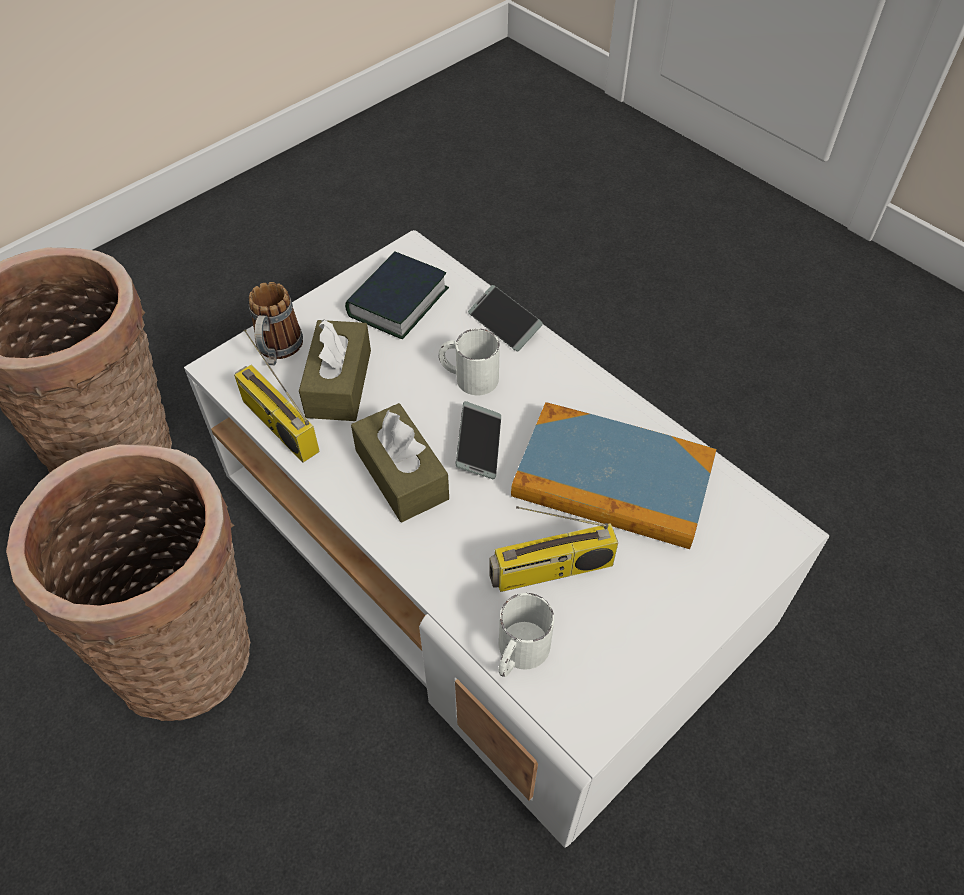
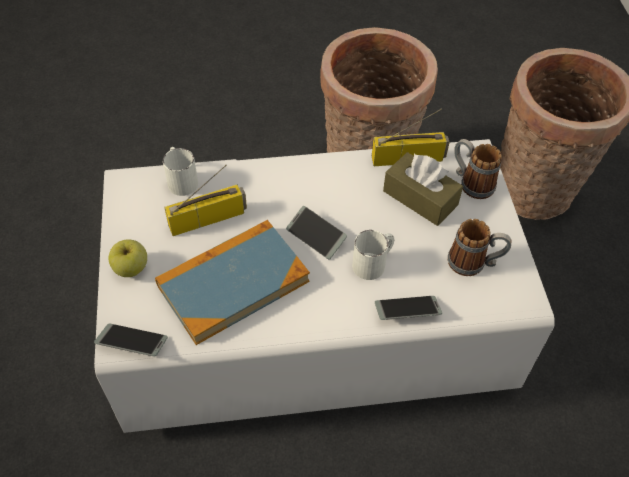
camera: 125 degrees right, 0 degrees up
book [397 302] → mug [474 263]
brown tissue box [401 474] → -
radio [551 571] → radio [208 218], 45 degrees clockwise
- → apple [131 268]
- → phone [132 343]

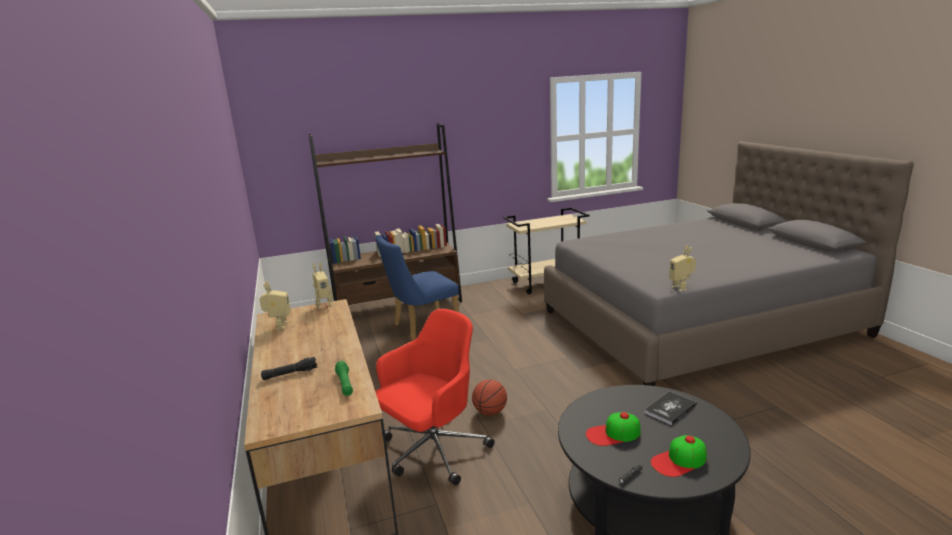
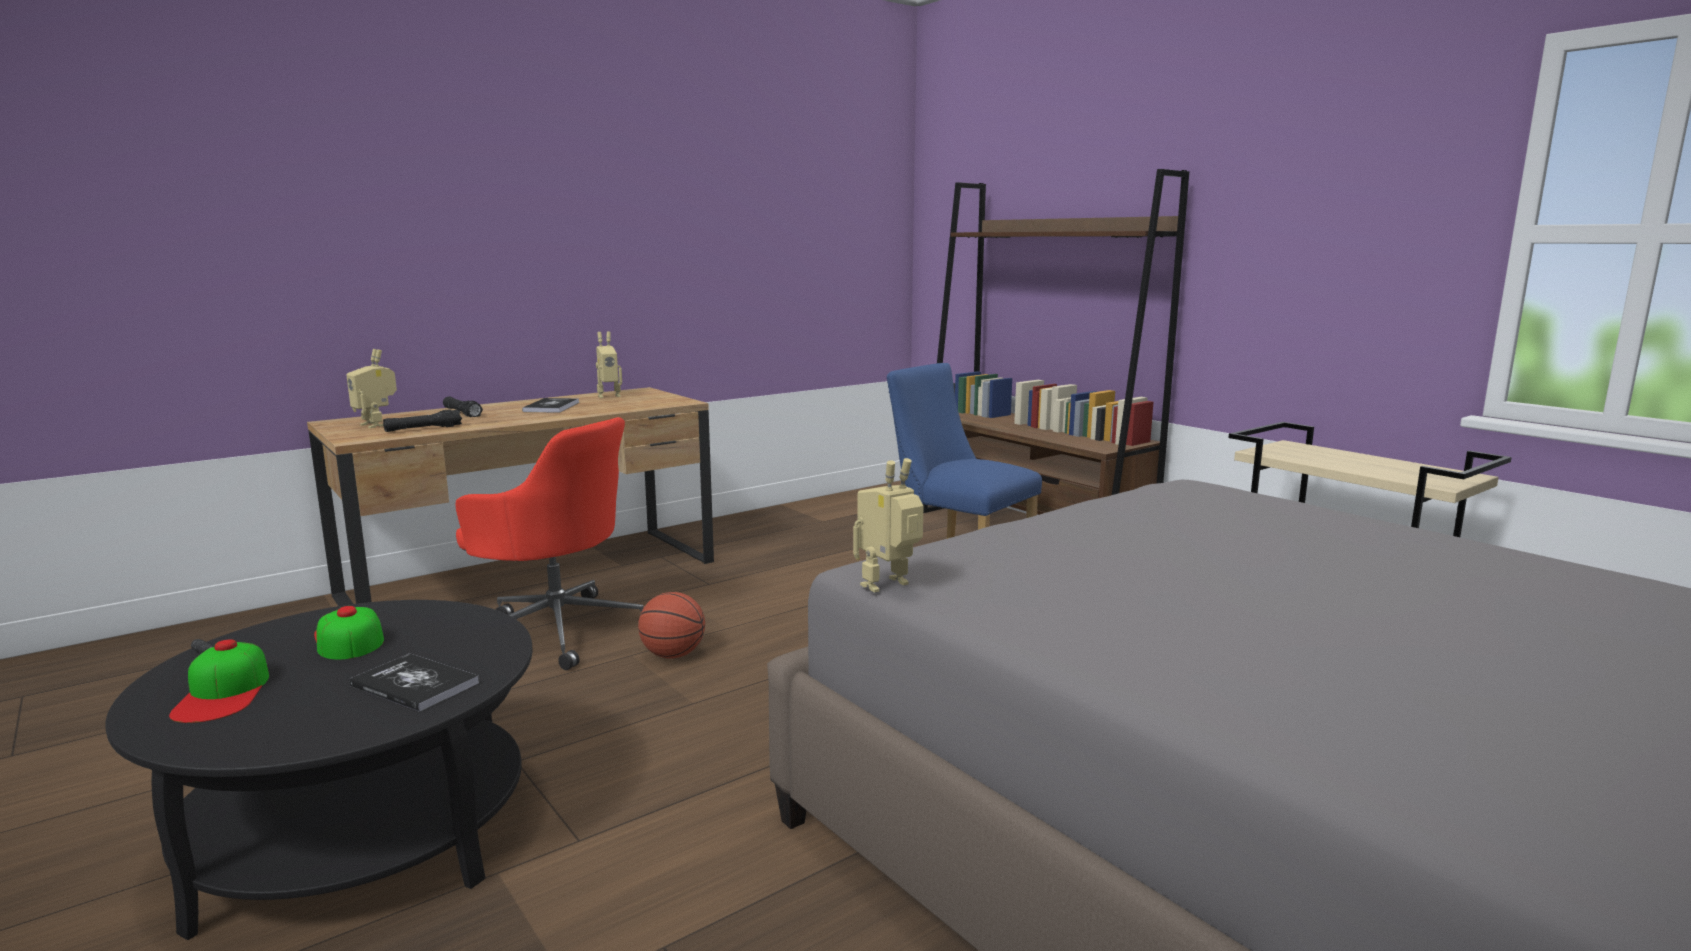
camera: 70 degrees right, 5 degrees down
toy robot [324 304] → toy robot [377 424], relocated
green flashlight [345 383] → black flashlight [423 429]
cap [679 460] → cap [223 693], 150 degrees counterclockwise
- → book [551 407]

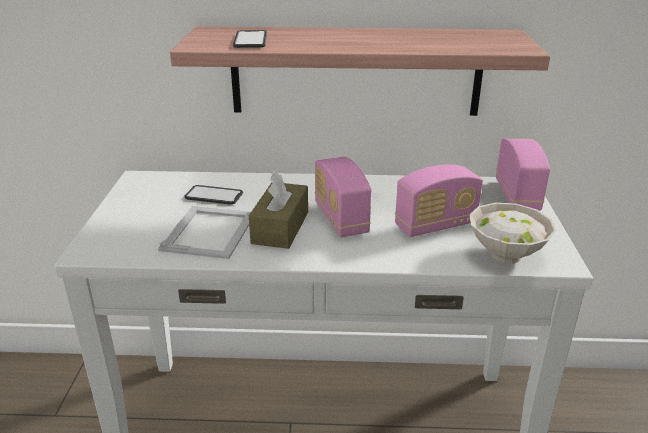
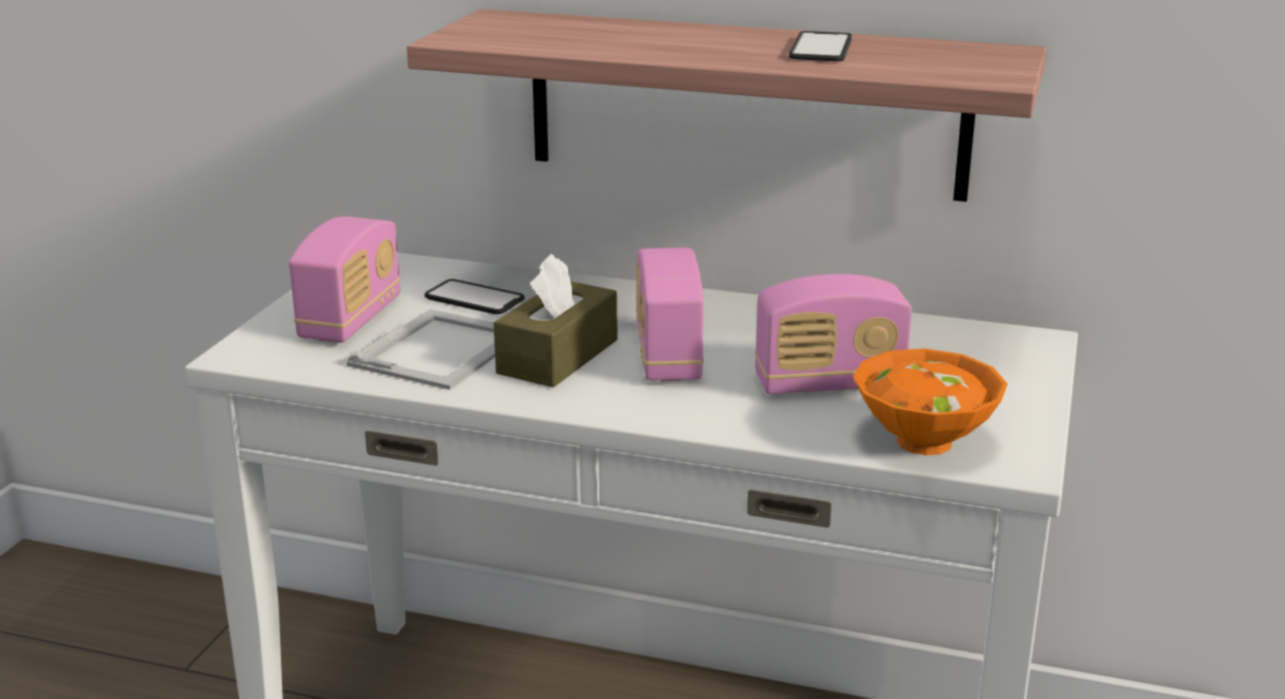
camera: 15 degrees right, 5 degrees down
phone [250 40] → phone [820 49], relocated
radio [517 196] → radio [351 320], relocated
white bowl [505 254] → orange bowl [925 440]

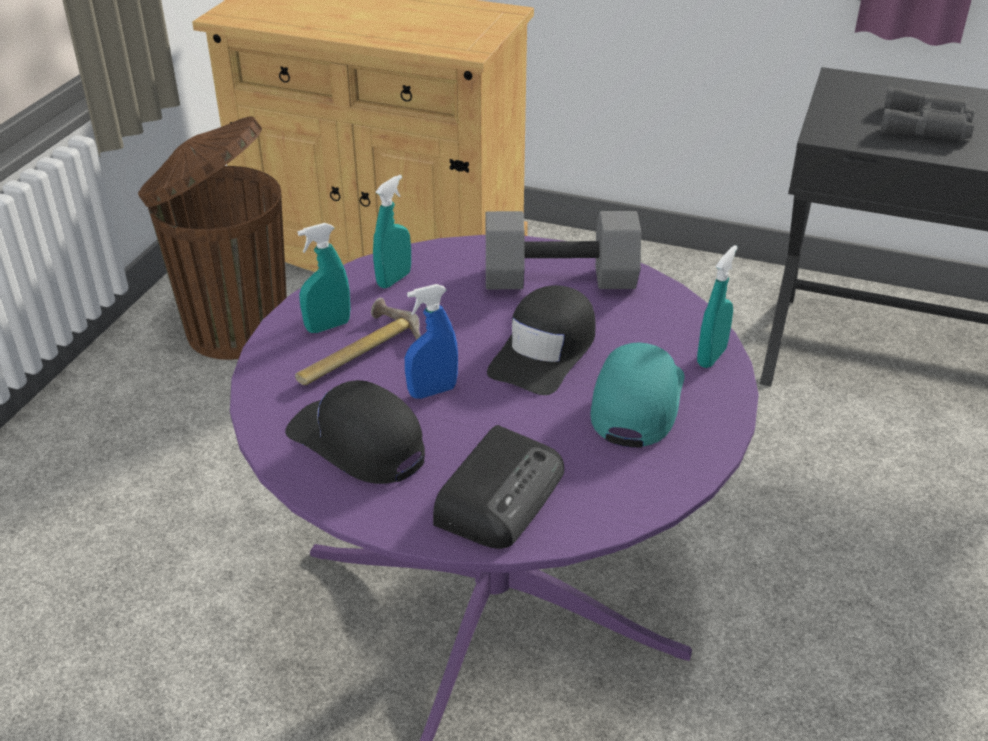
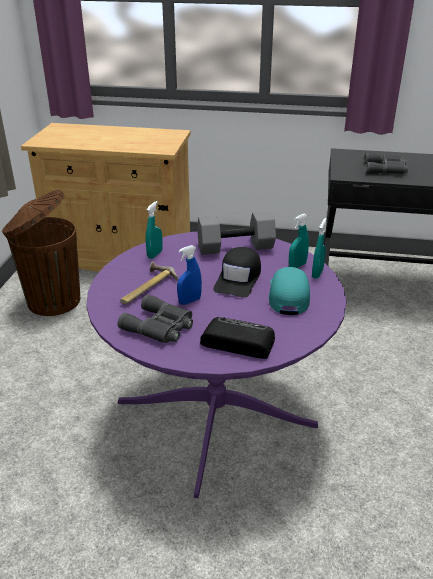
camera: 10 degrees left, 5 degrees down
turquoise spray bottle [328 326] → turquoise spray bottle [297 266], relocated
black cap [357 442] → grey binoculars [160 327]
radio [500 494] → radio [237 342], 90 degrees counterclockwise

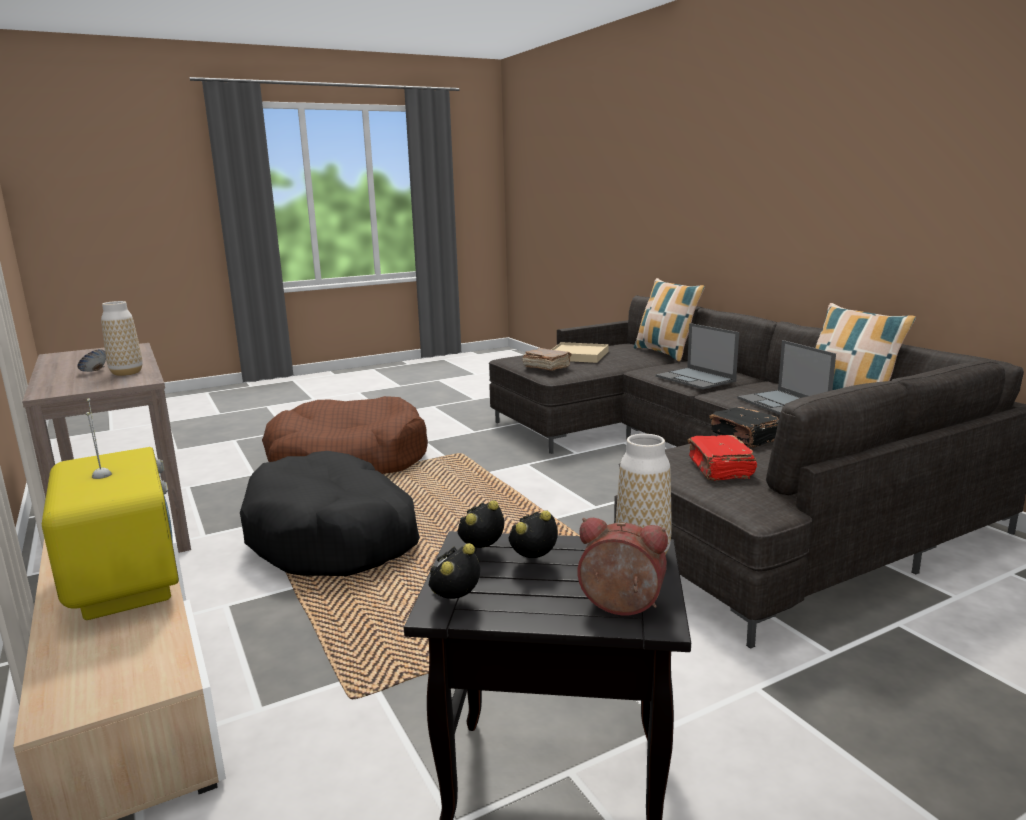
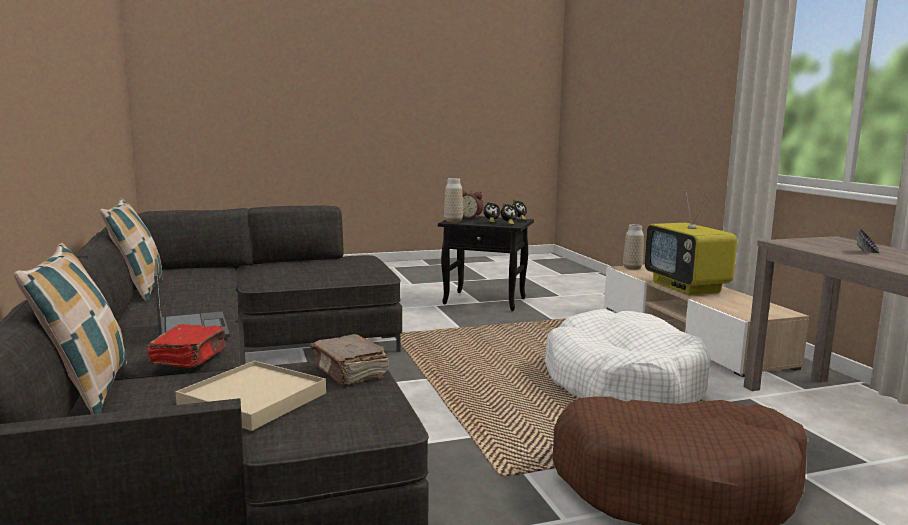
camera: 170 degrees left, 5 degrees down
vase [127 373] → vase [632 268], relocated
laptop [783 404] → -
black book [744 437] → -
red book [720 469] → red book [190 358], relocated
black dog bed [334 537] → white dog bed [622 384]

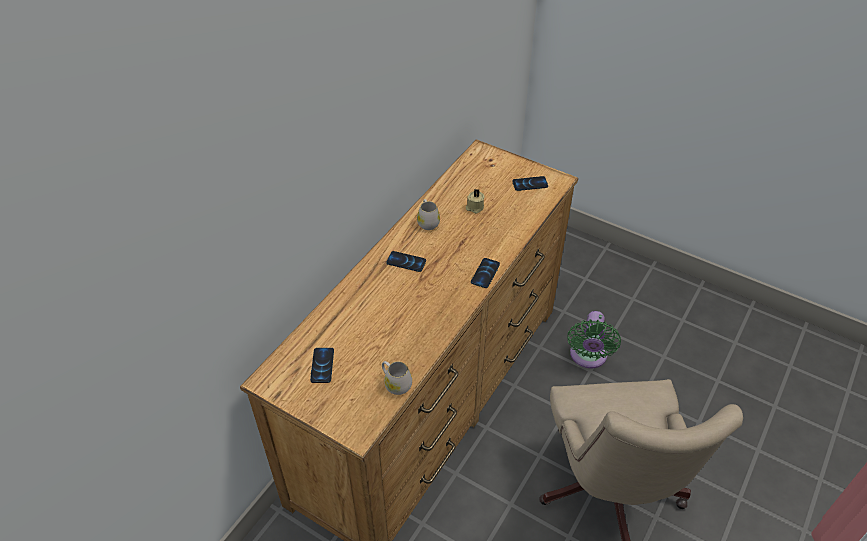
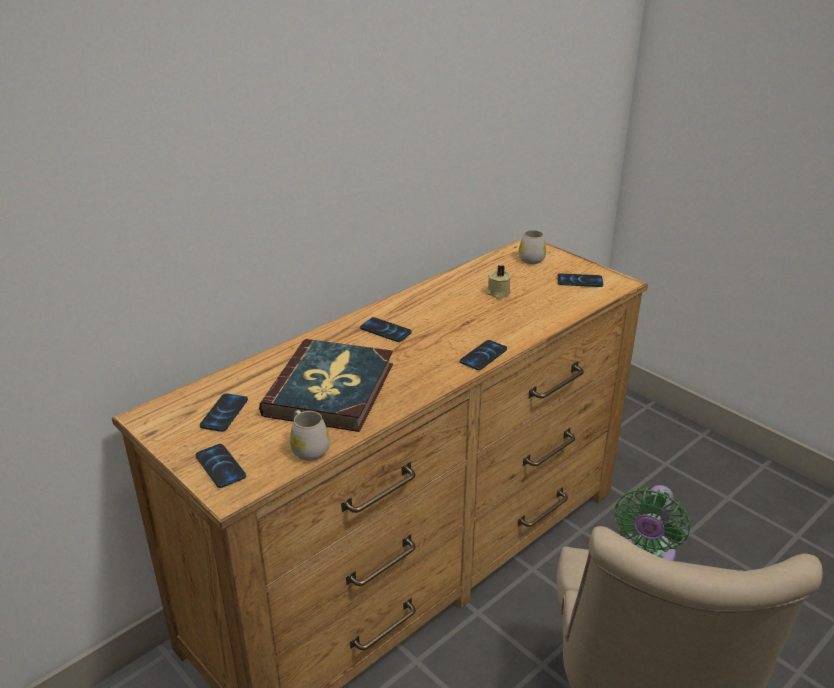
camera: 15 degrees right, 15 degrees down
white mug [427 222] → white mug [531 258], relocated
- → book [331 389]
- → phone [220 466]

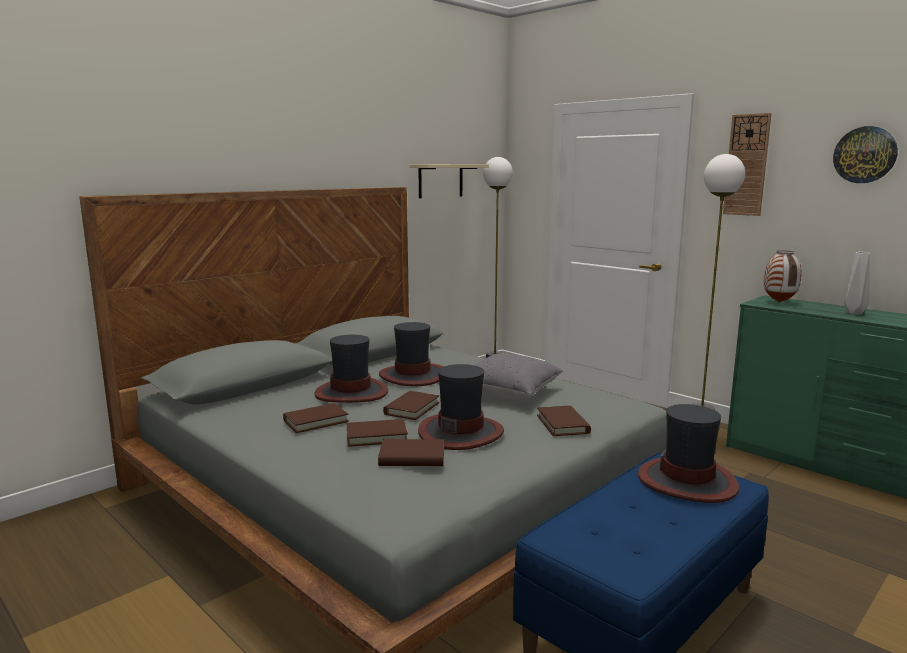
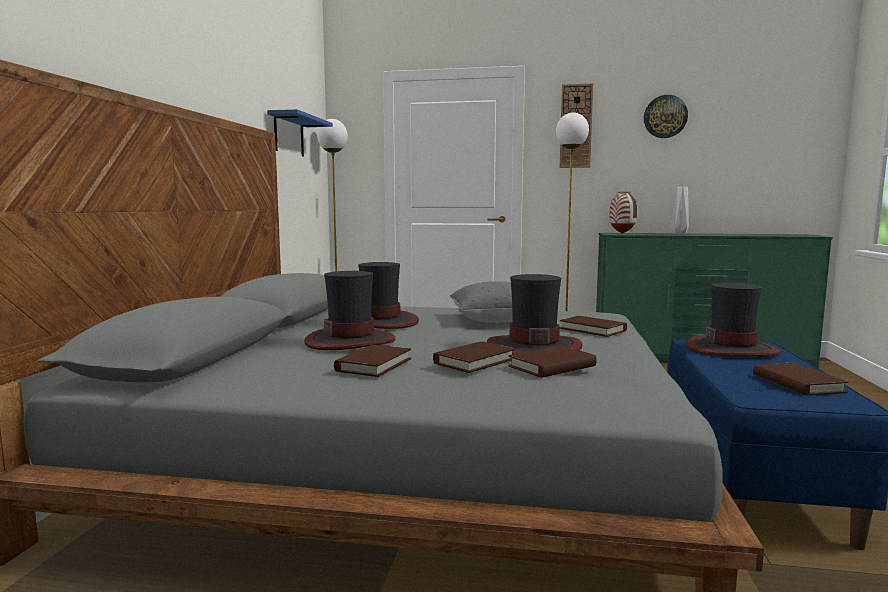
camera: 35 degrees left, 5 degrees down
beige shelf [440 180] → blue shelf [289 135]
brown book [411 408] → brown book [797 383], relocated

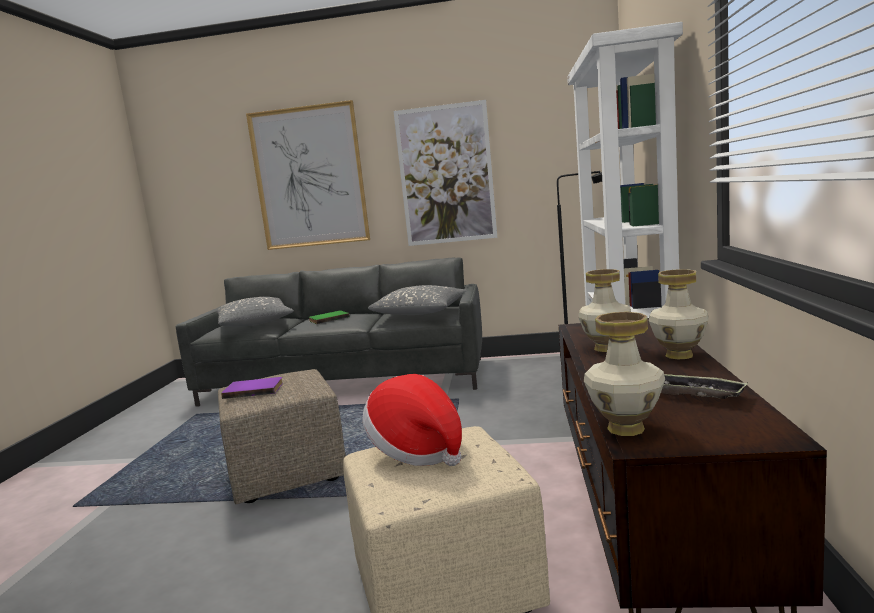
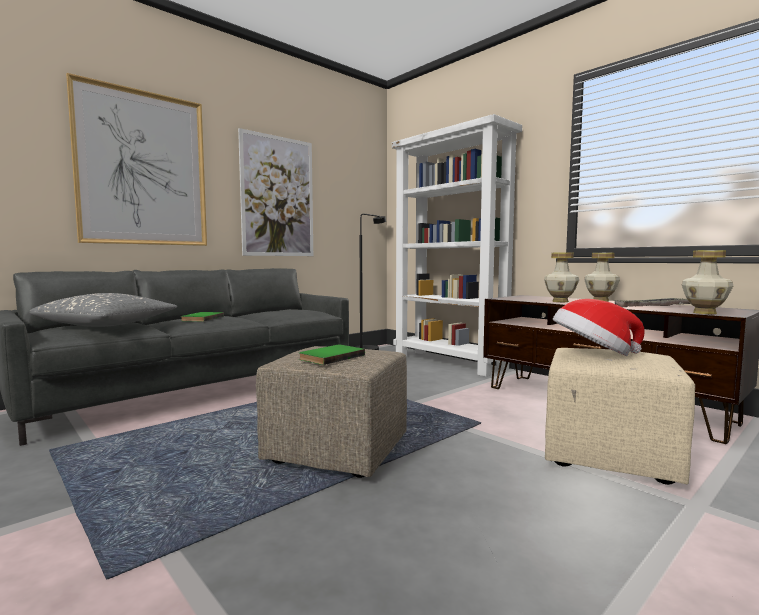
camera: 50 degrees left, 5 degrees down
grey pillow [421 312] → -
purple book [254 390] → green book [330 357]

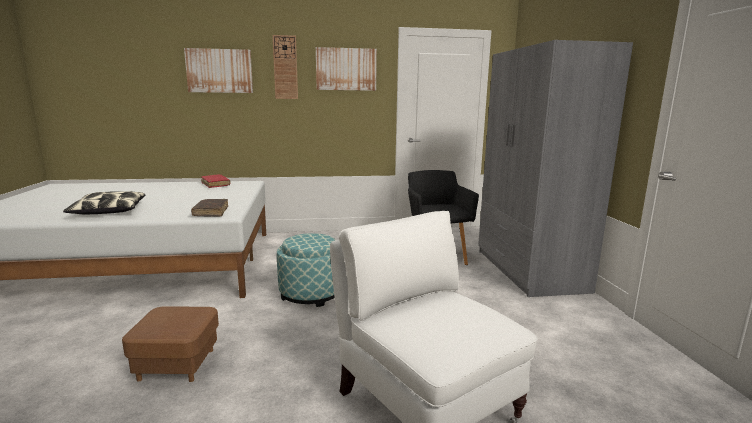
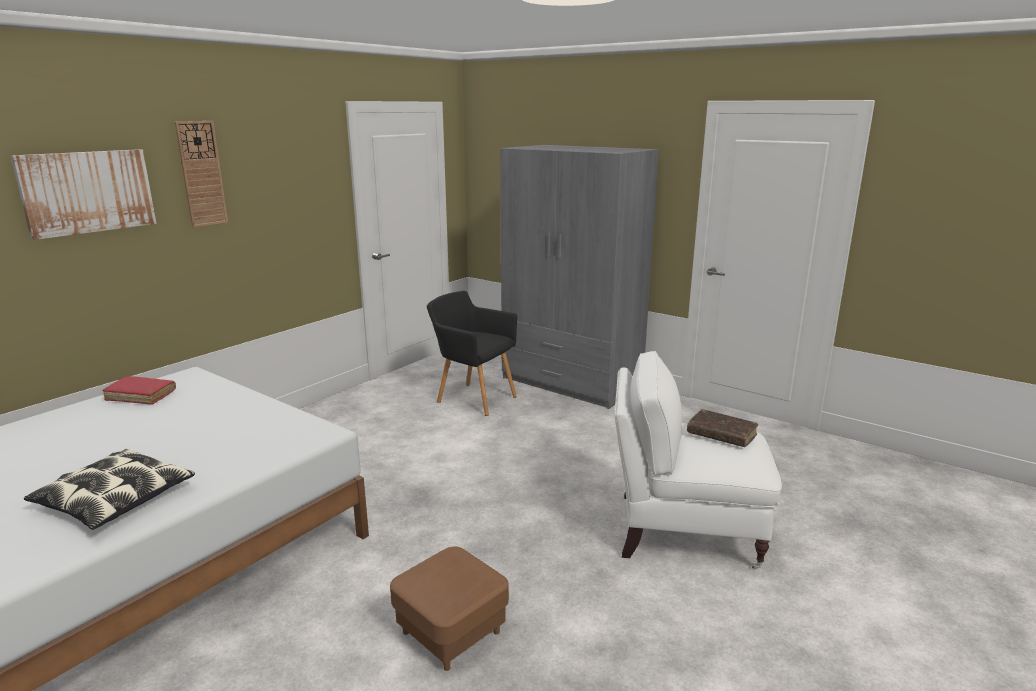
camera: 45 degrees left, 5 degrees up
picture [346 69] → -
brown book [211 212] → brown book [721 435], relocated
ottoman [311 293] → -

